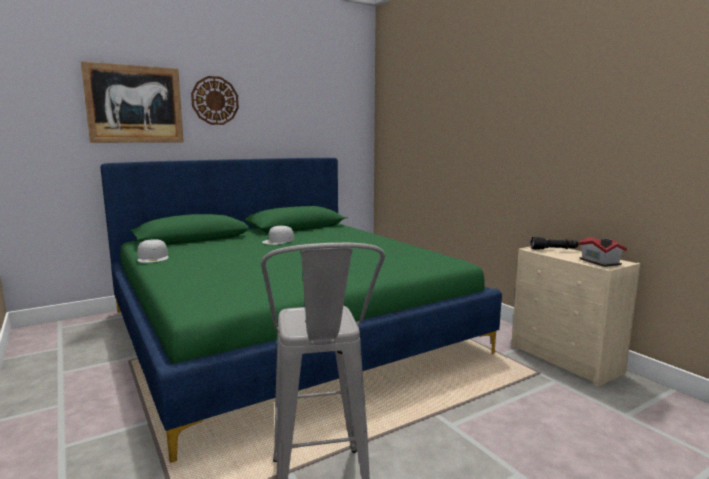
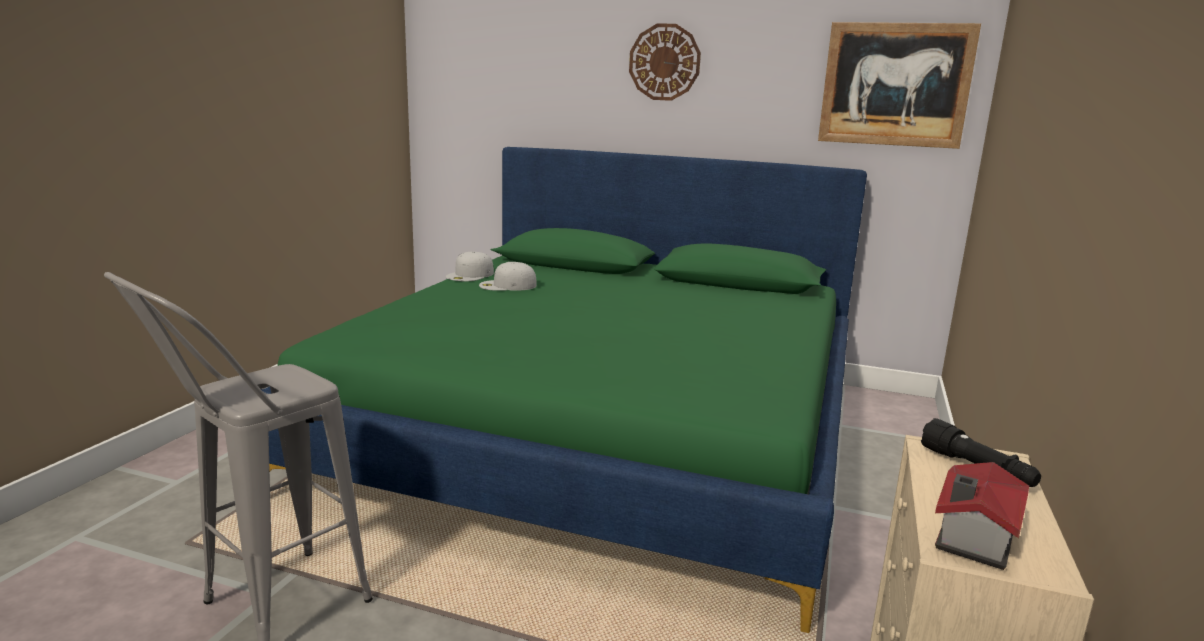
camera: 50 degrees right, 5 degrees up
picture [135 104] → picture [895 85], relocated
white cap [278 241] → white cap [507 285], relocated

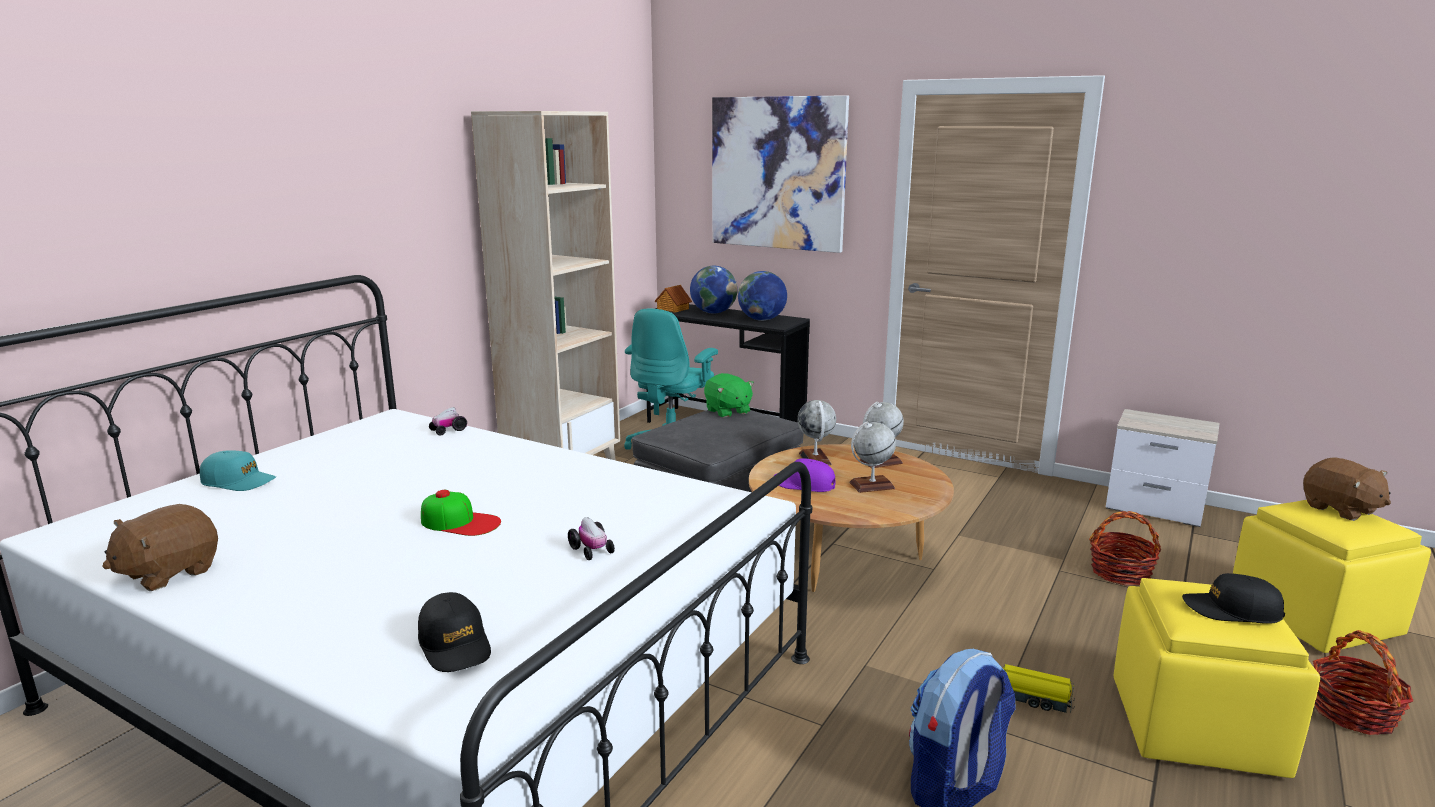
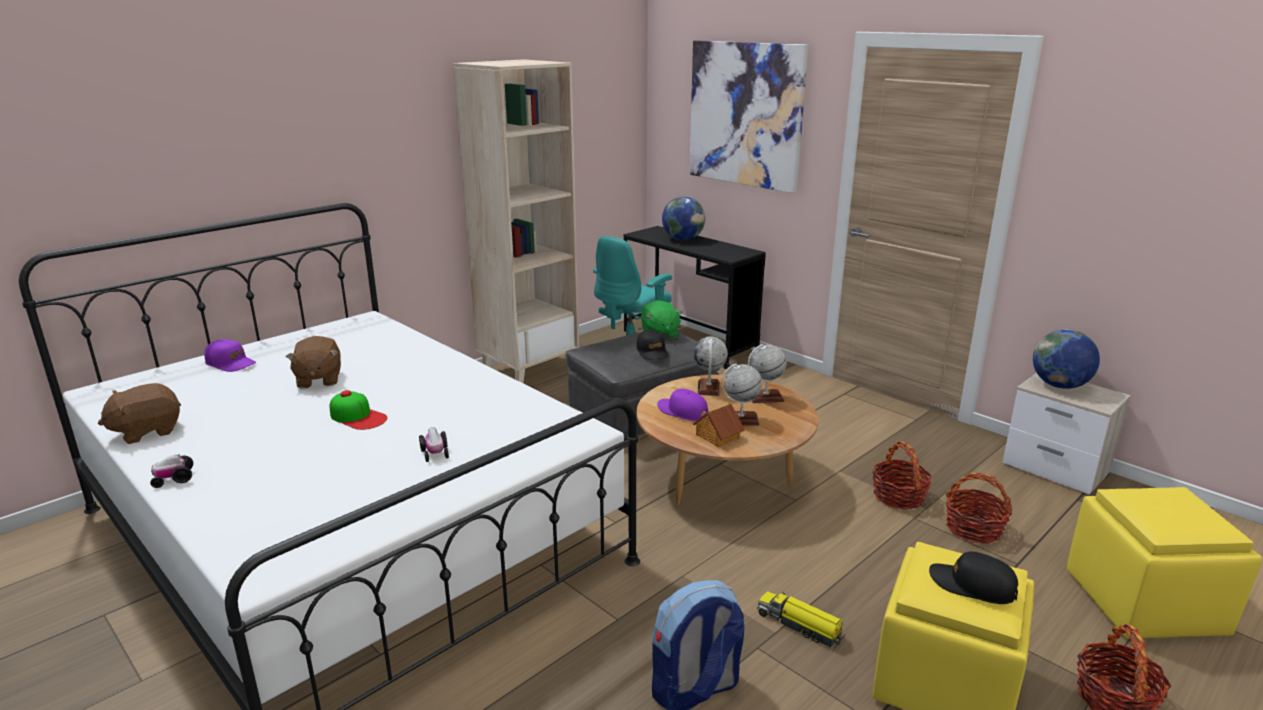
camera: 15 degrees right, 5 degrees up
globe [762 320] → globe [1059 385], relocated
toy house [672 309] → toy house [717 436], relocated
toy car [448 430] → toy car [173 479], relocated
turquoise cap [238 481] → purple cap [231 363]
brown plush toy [1340 509] → brown plush toy [318 380], relocated
black cap [455 645] → black cap [652 352], relocated
- → basket [898 496]

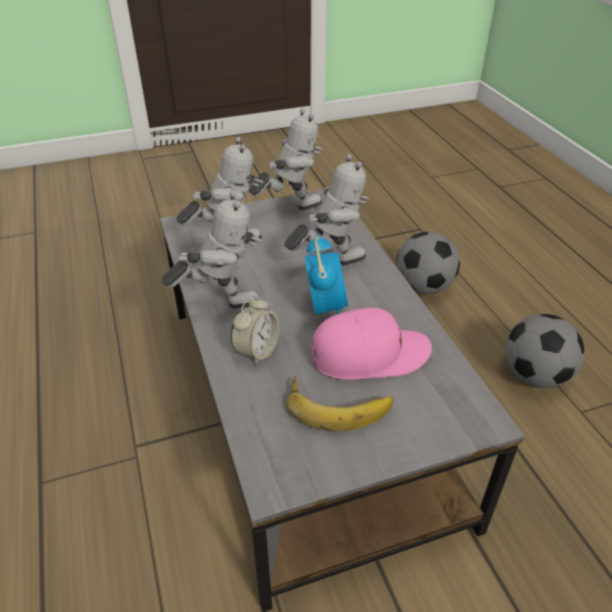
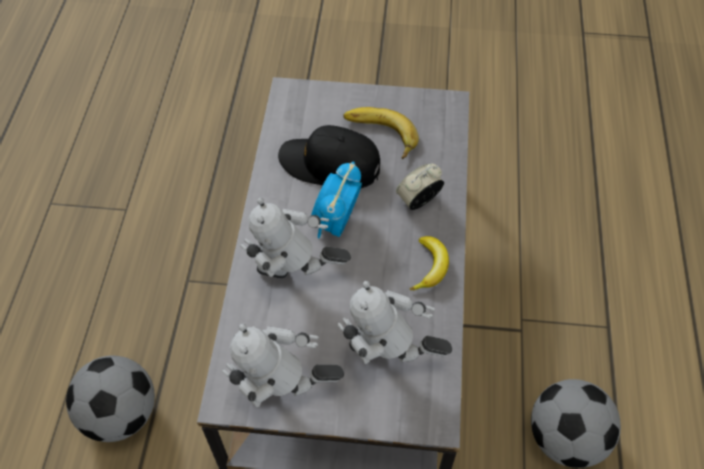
camera: 155 degrees left, 15 degrees up
toy robot [220 302] → banana [430 267]
pink cap [369 354] → black cap [330 165]
football [534 375] → football [565 438], relocated

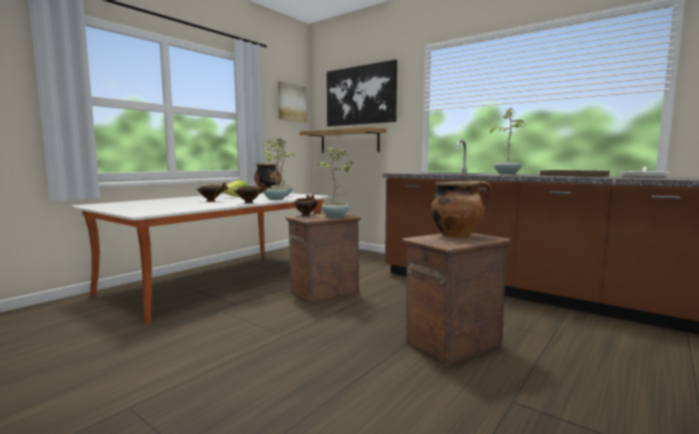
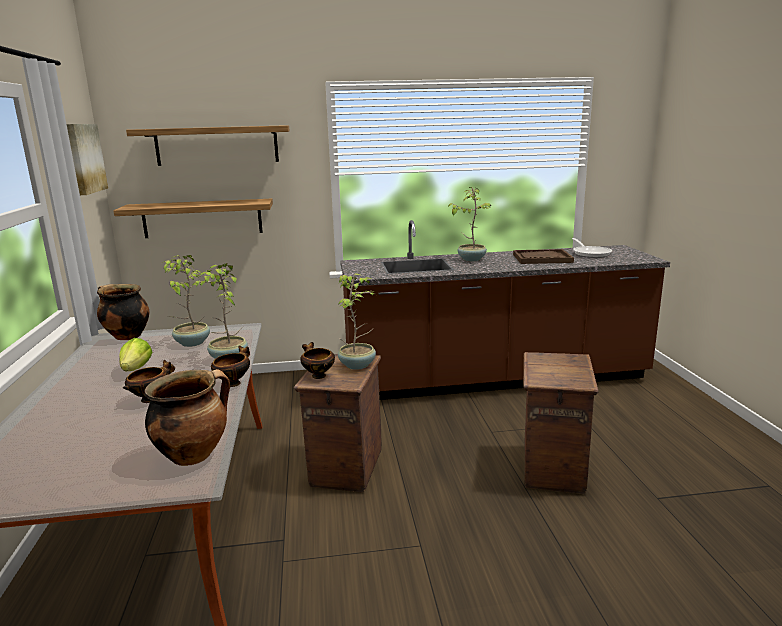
camera: 45 degrees left, 10 degrees up
picture [360 95] → shelf [217 145]
cooking pot [457 235] → cooking pot [194 454], relocated

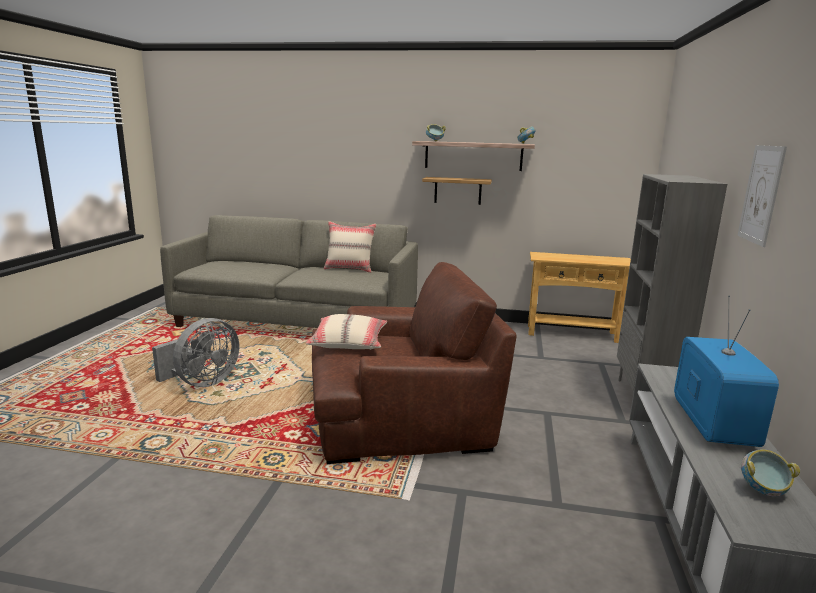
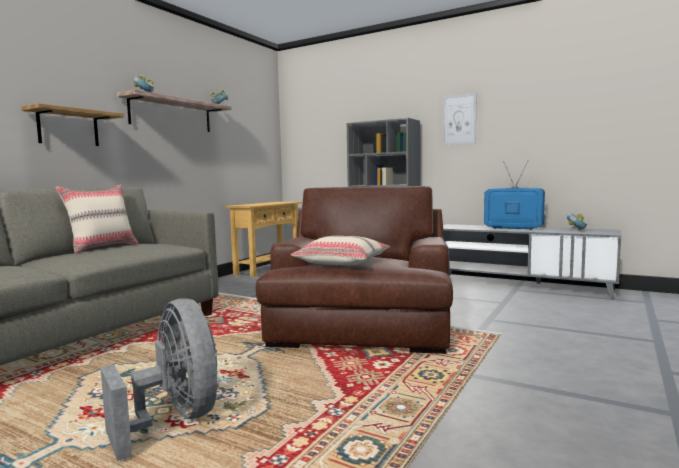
camera: 70 degrees left, 10 degrees down
shelf [457 190] → shelf [68 128], relocated

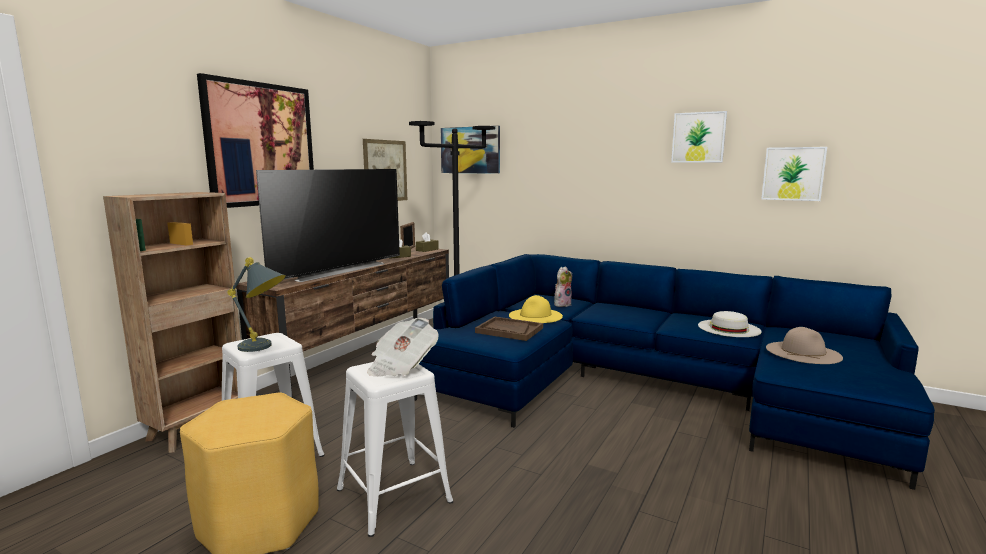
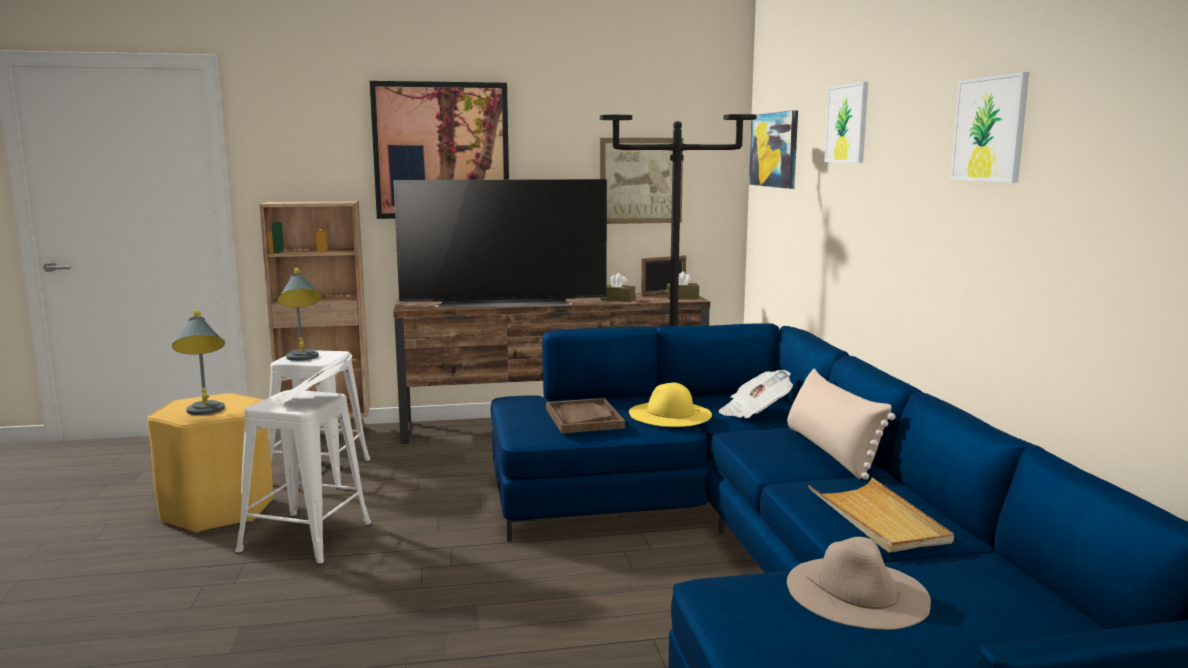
camera: 50 degrees right, 0 degrees up
picture [793 173] → picture [847 123], relocated
plush toy [562 304] → newspaper [754 412]
white hat [728 328] → beige tray [878 519]
- → grey table lamp [205 413]
- → beige pillow [831 451]

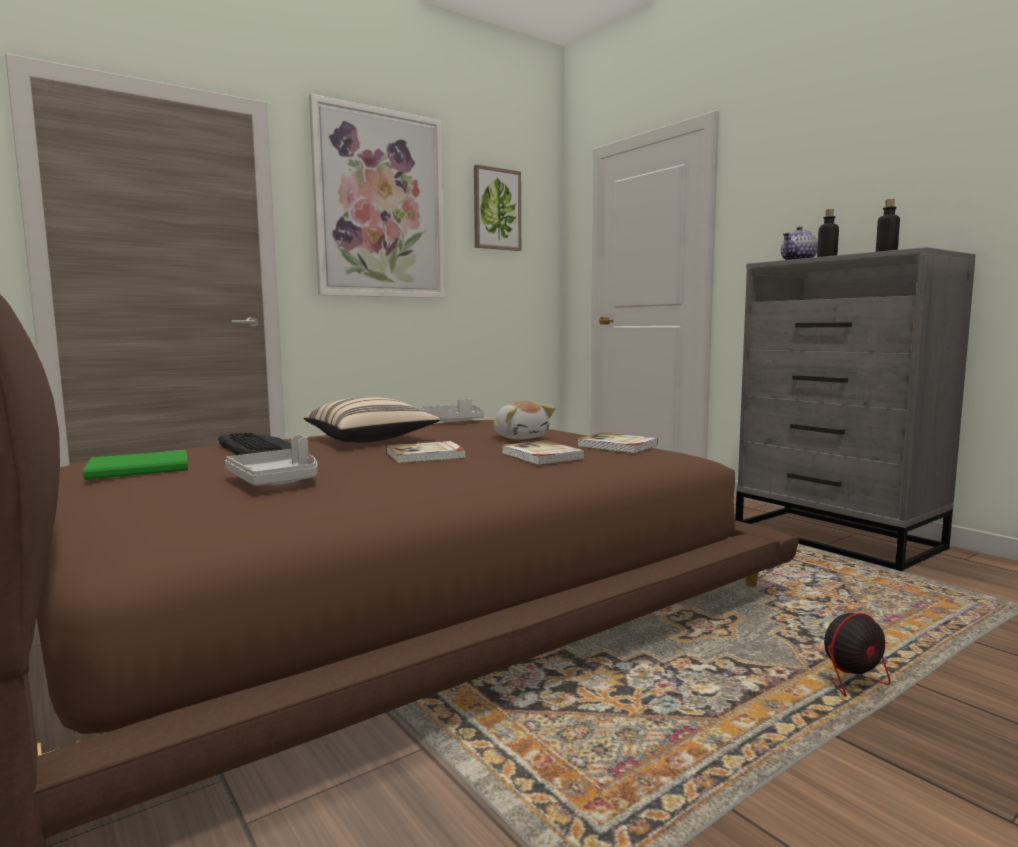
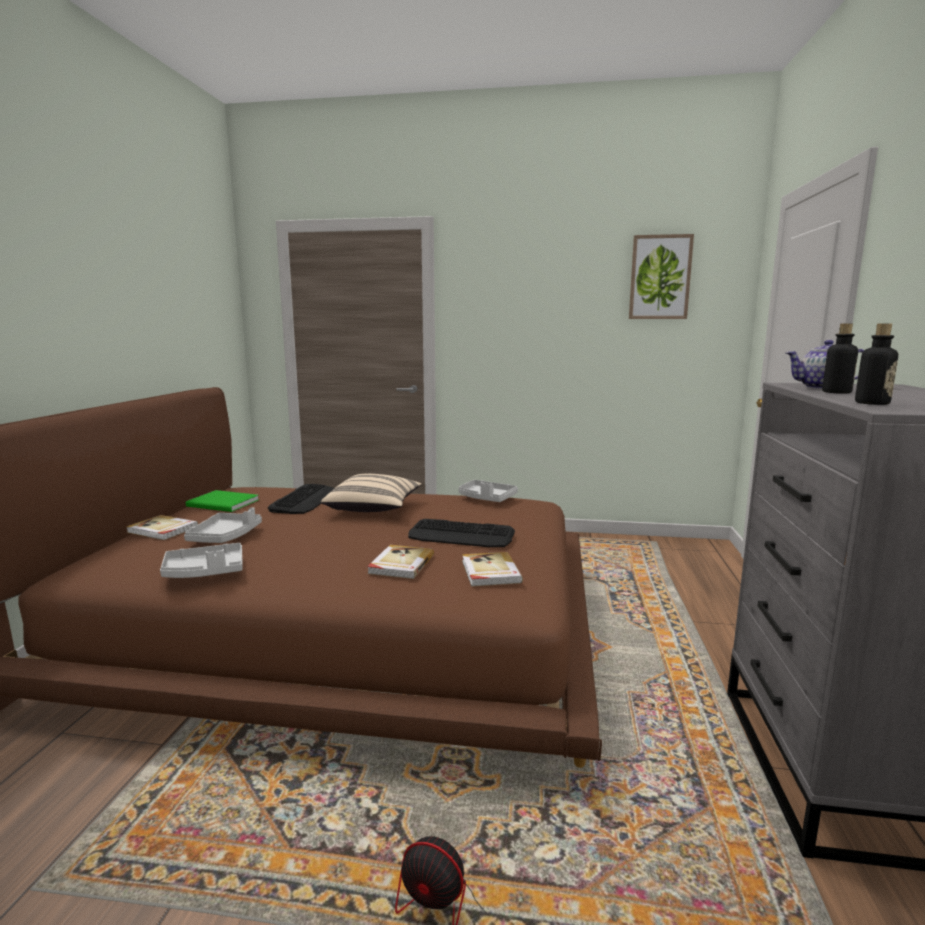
camera: 45 degrees right, 5 degrees up
picture [380 205] → -
plush toy [521 437] → keyboard [461 535]
book [426 455] → book [162 530], relocated
- → grey tray [205 572]

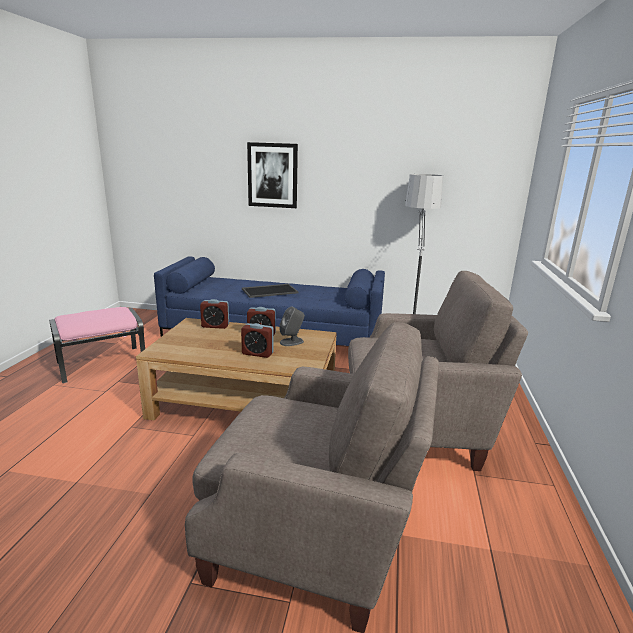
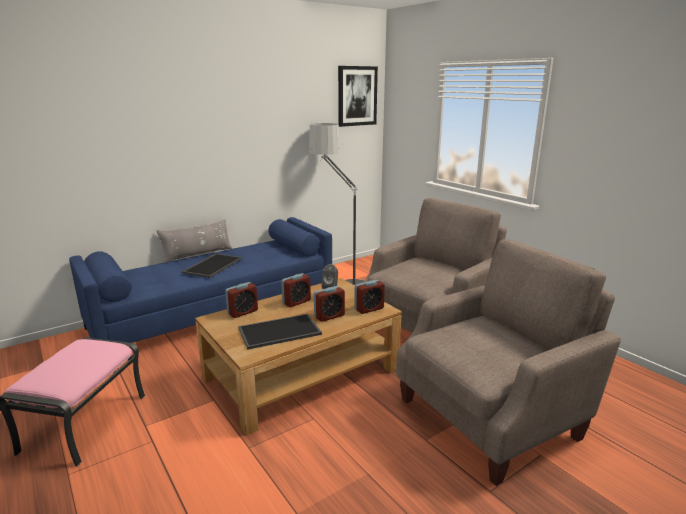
camera: 45 degrees left, 0 degrees up
picture [272 175] → picture [357 96], relocated
- → grey pillow [198 254]
- → alarm clock [369 309]
- → tray [279 332]

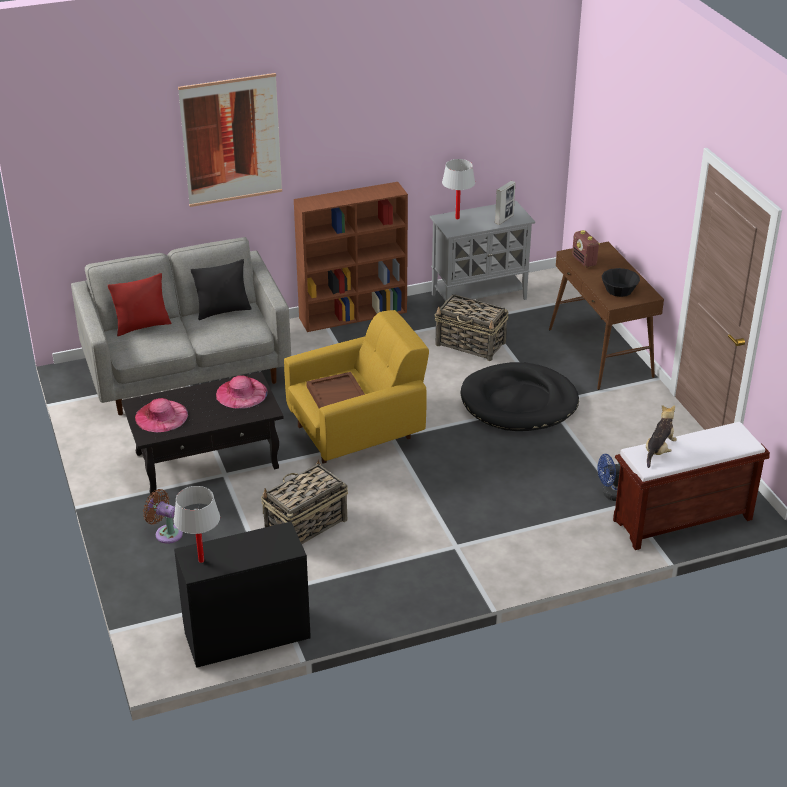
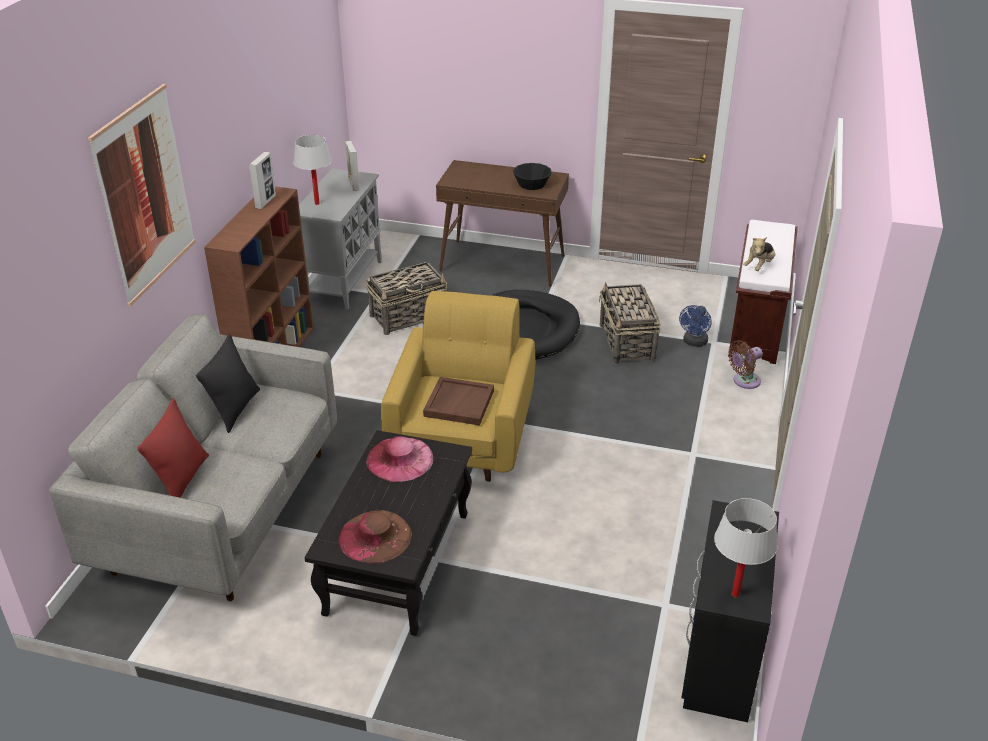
camera: 55 degrees left, 0 degrees up
radio [584 261] → -
pink hat [161 416] → brown hat [375 536]
plush toy [658 451] → plush toy [759 266], 120 degrees counterclockwise
basket [305 525] → basket [627 343], relocated
brown fan [166 533] → brown fan [744 381], relocated
- → picture frame [265 202]

